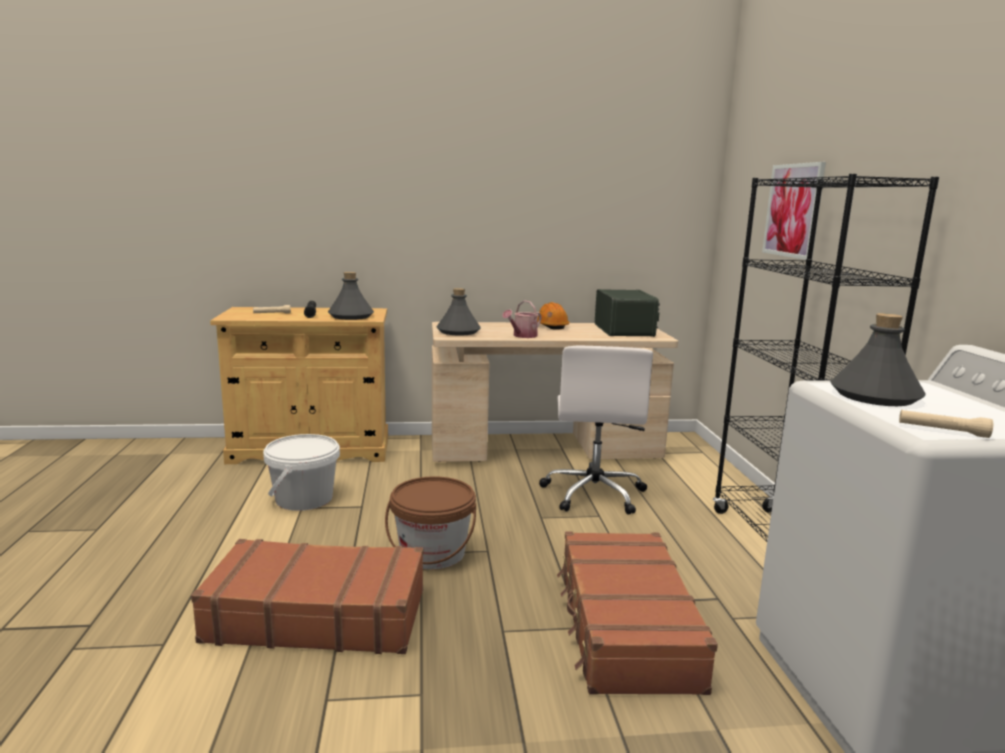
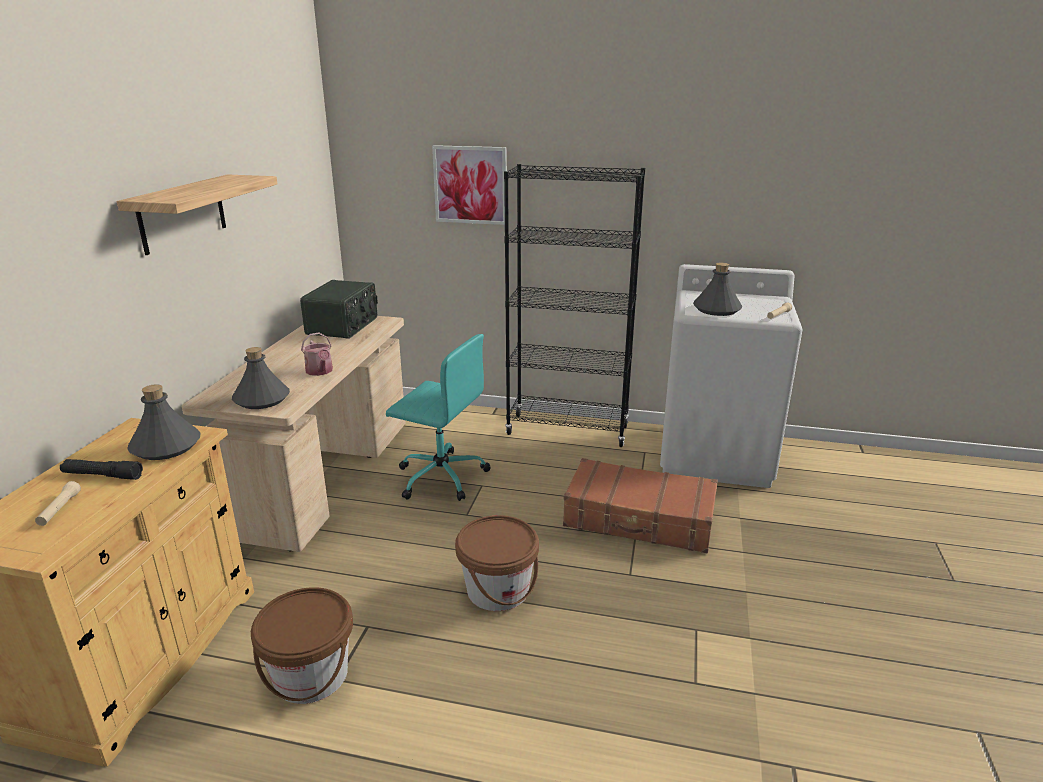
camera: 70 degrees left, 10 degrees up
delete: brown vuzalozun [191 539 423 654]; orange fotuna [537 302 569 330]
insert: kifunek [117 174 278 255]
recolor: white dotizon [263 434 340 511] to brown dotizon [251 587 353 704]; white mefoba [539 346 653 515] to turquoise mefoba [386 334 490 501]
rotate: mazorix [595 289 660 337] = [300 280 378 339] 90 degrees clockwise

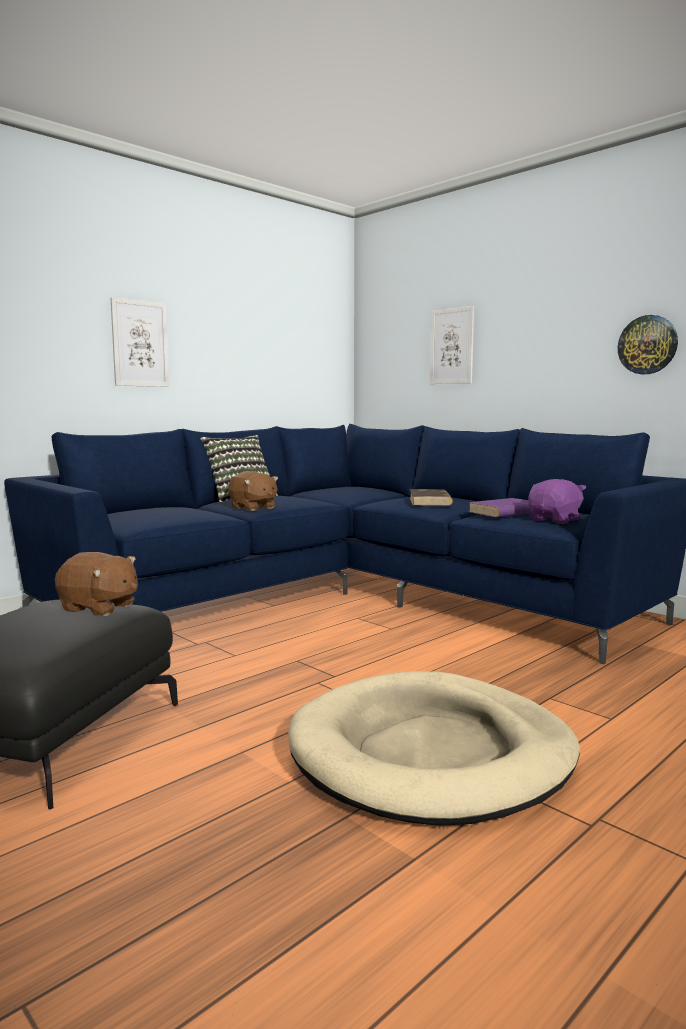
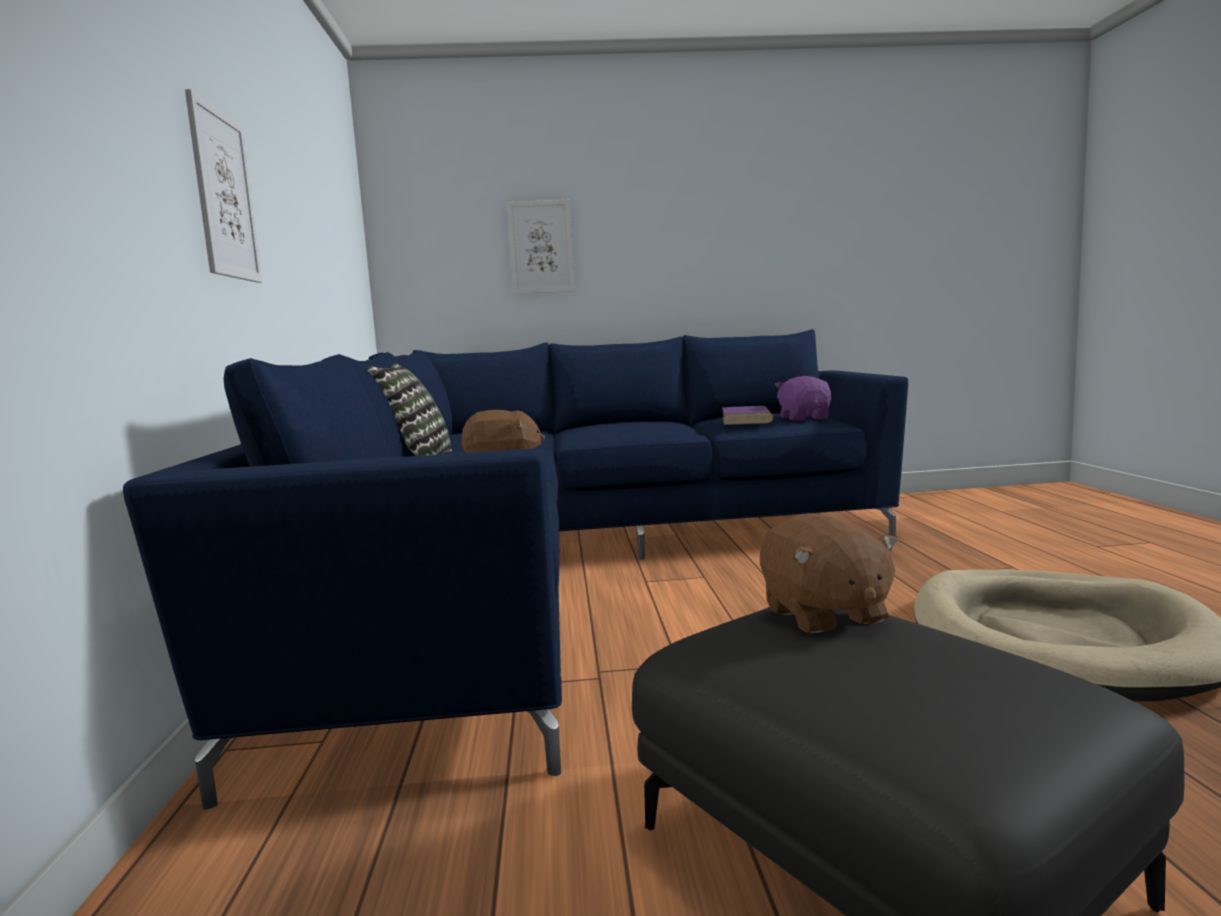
camera: 50 degrees left, 0 degrees up
delete: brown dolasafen [410 489 453 506]; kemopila [618 315 678 374]
rotate: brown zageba [55 552 138 616] = [760 514 899 633] 105 degrees clockwise

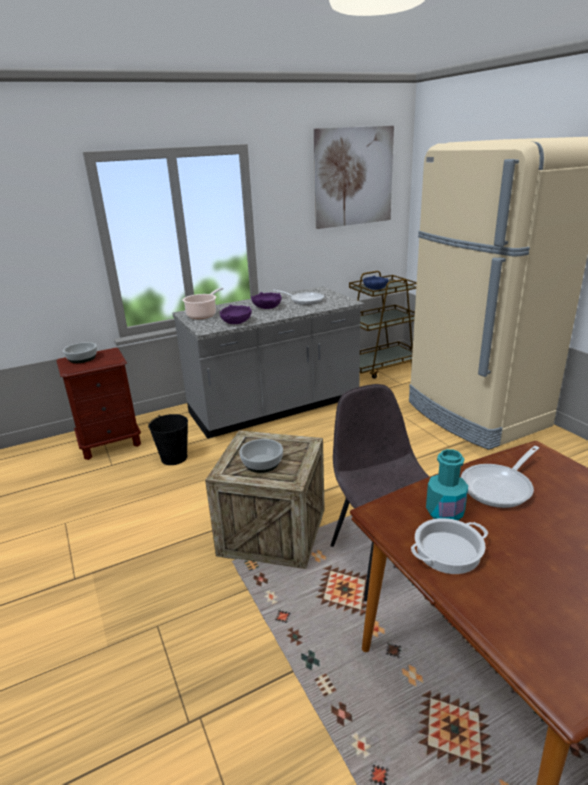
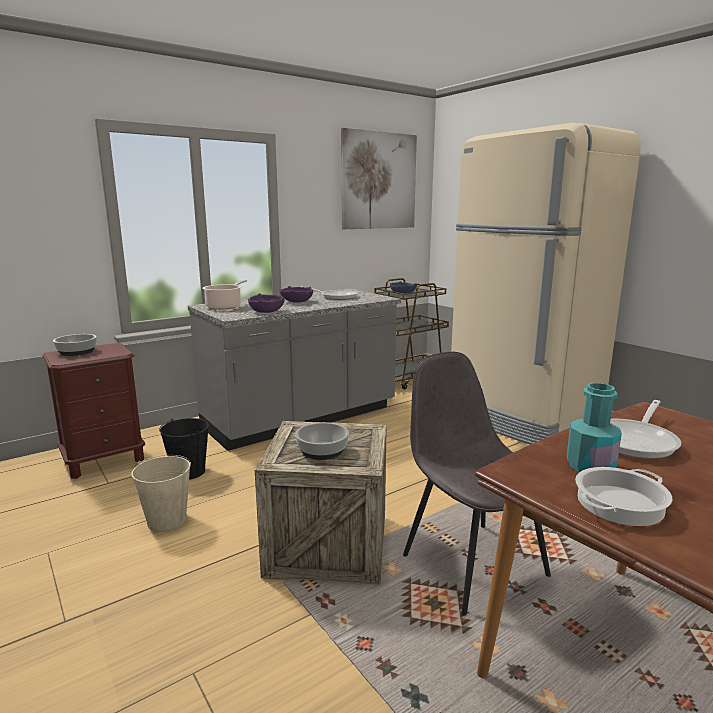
camera: 10 degrees left, 10 degrees down
insert: beige dotizon [131 455 191 532]

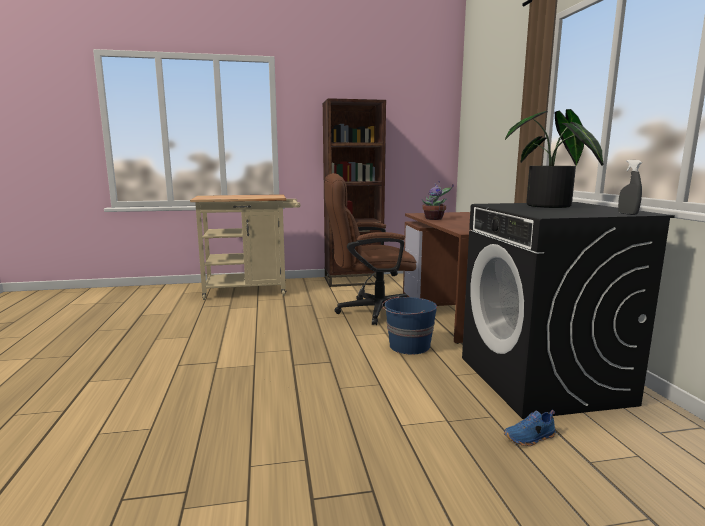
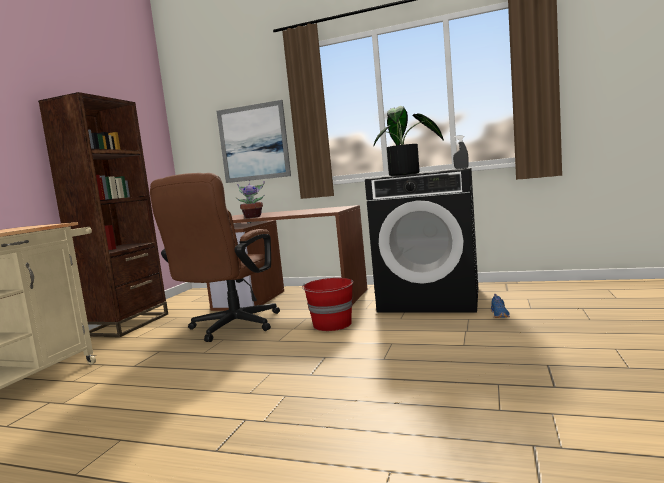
camera: 60 degrees left, 5 degrees down
insert: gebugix [217 100 291 183]
recolor: blue dotizon [382 296 437 354] to red dotizon [302 278 353 331]

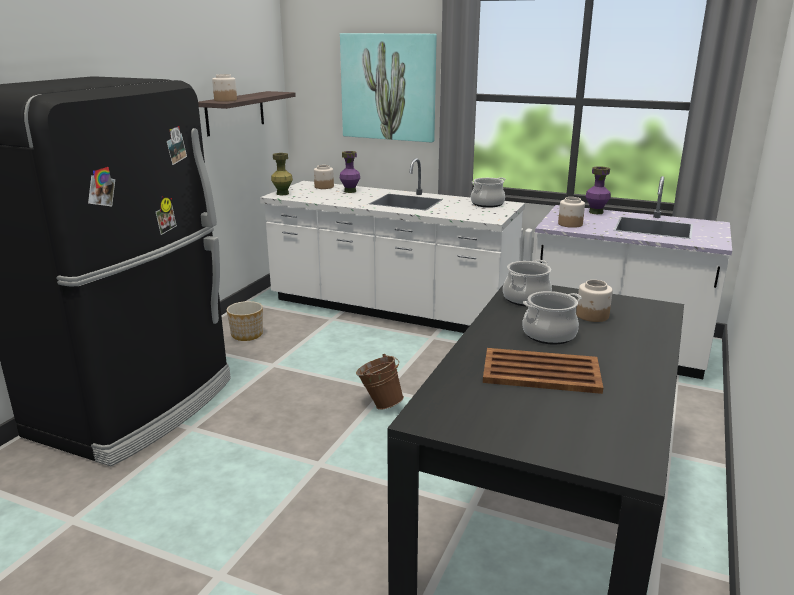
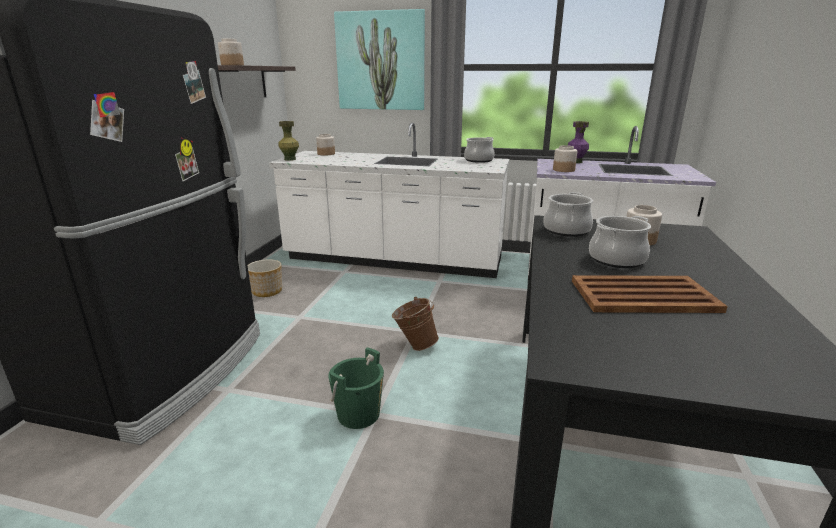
camera: 10 degrees left, 0 degrees up
delete: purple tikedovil [340 151 360 193]
insert: green dotizon [328 347 384 429]

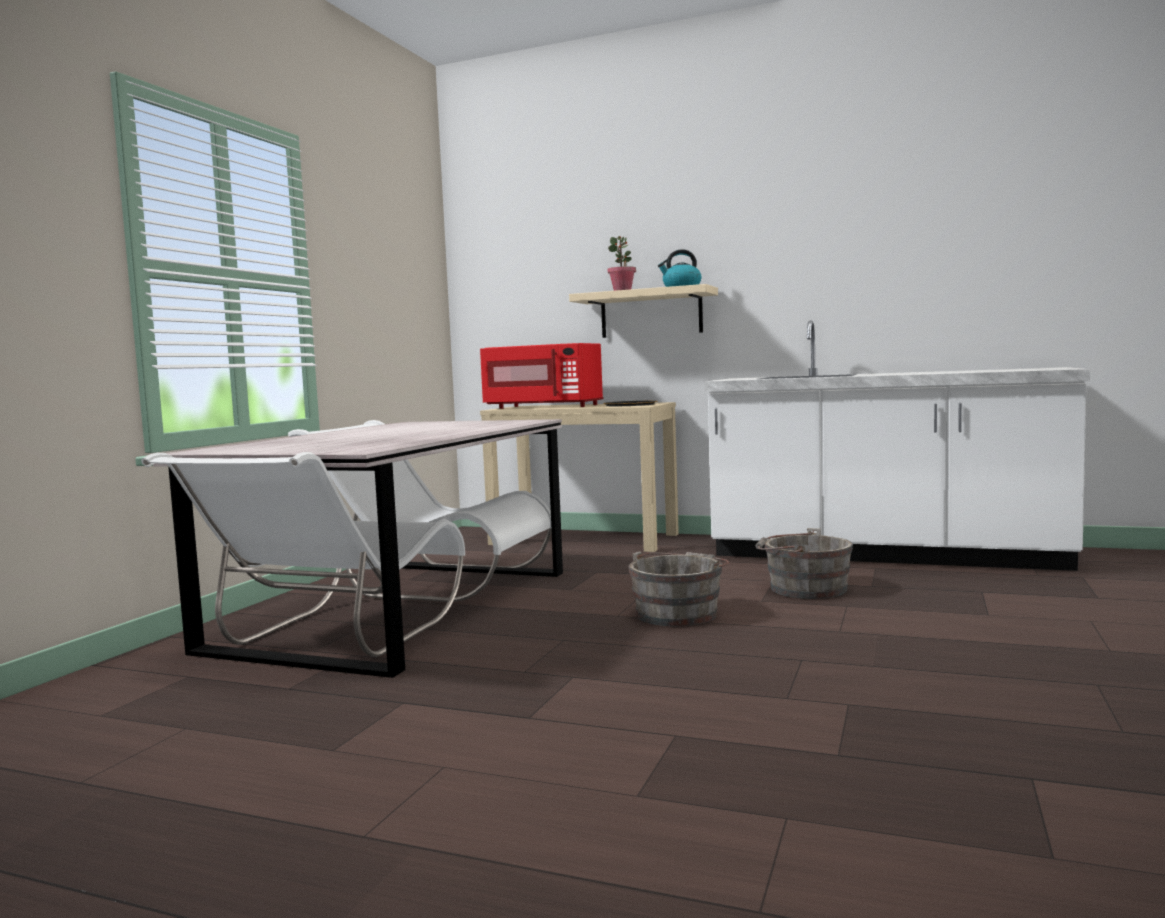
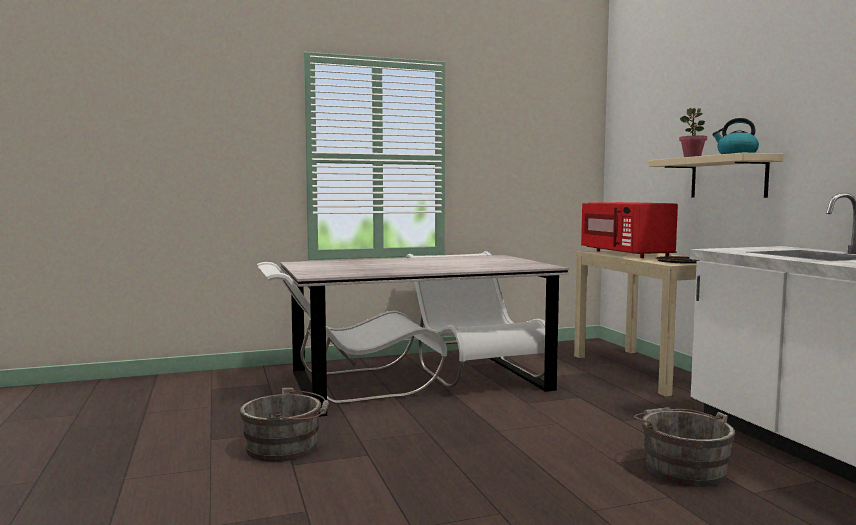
camera: 50 degrees right, 0 degrees up
move: grey dotizon [628 551 729 626] to [240 388 329 462]

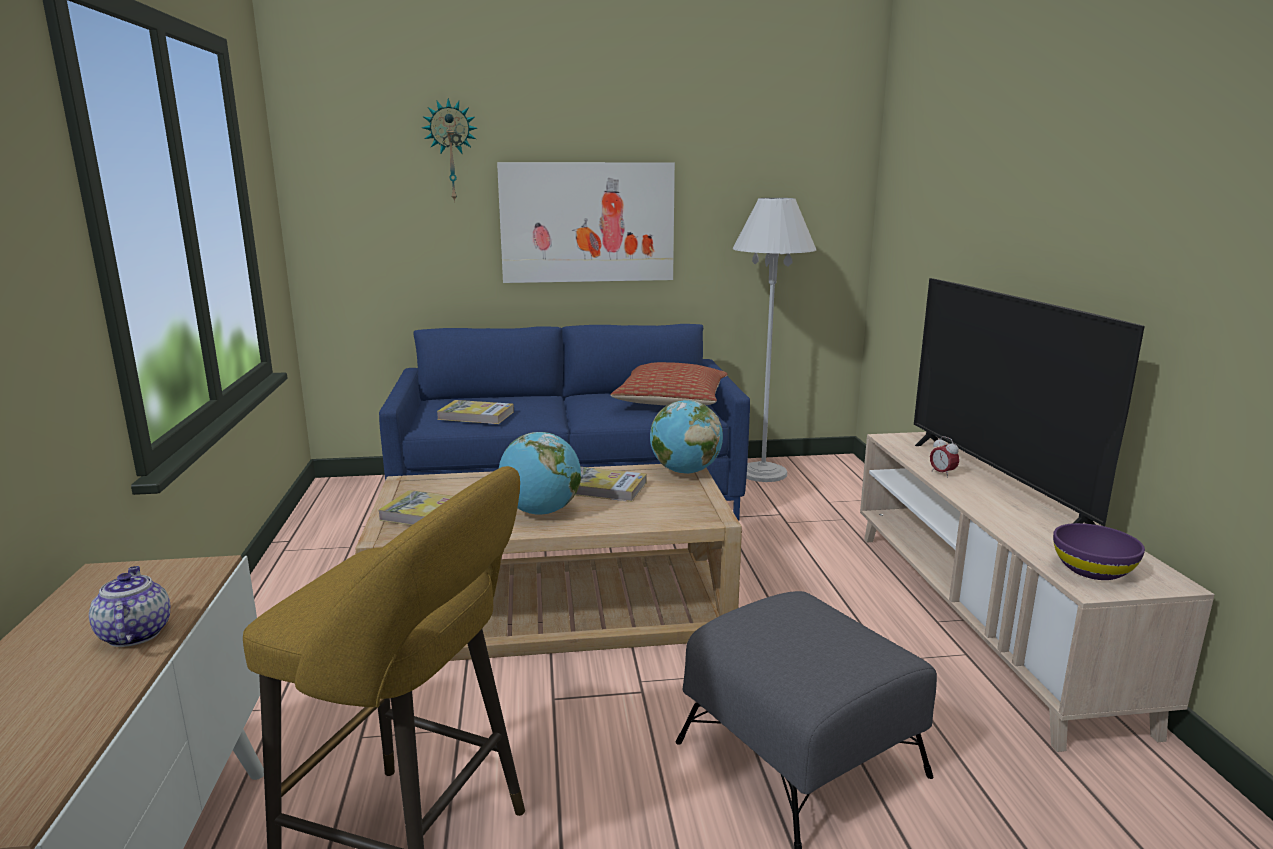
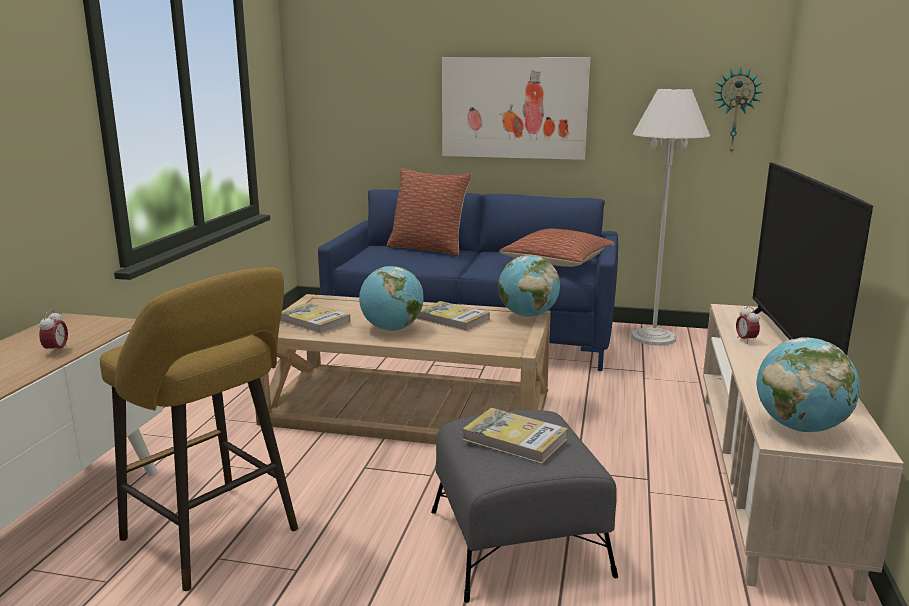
camera: 20 degrees right, 0 degrees up
insert: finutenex [387 168 472 256]
move: dolasafen [437 400 514 424] to [462 408 568 464]; kemopila [422 98 477 203] to [714 68 762 154]
replace: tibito [89 566 170 647] to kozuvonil [39 309 68 355]; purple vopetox [1053 523 1145 580] to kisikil [756 337 860 432]

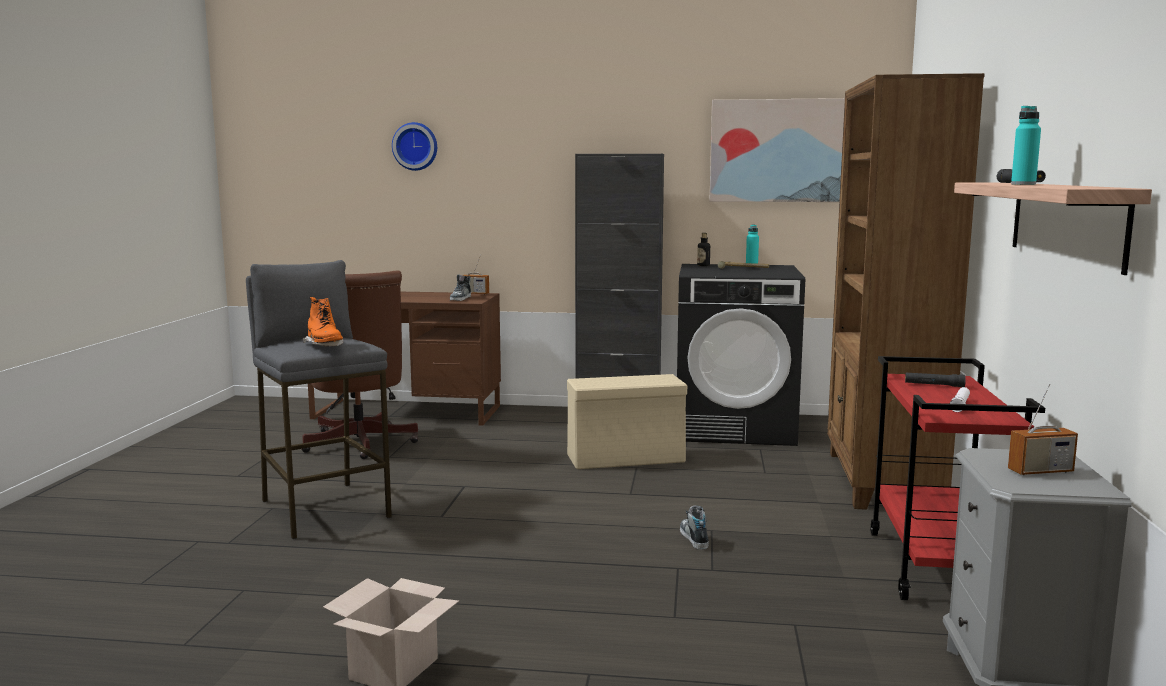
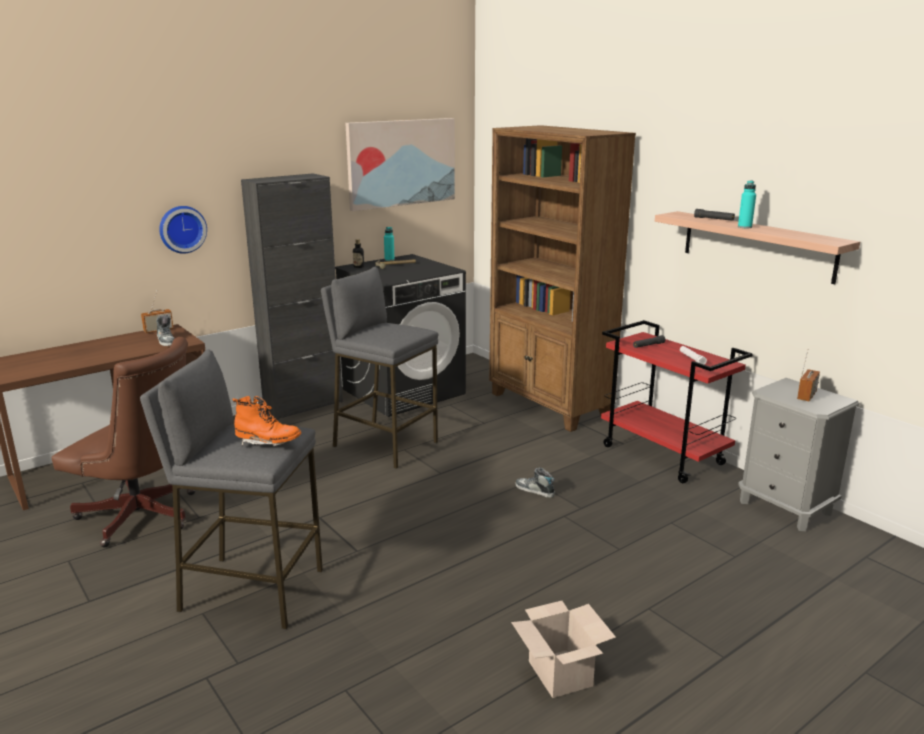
camera: 45 degrees left, 10 degrees up
move: kemopila [392 122 437 171] to [159 206 207 254]
replace: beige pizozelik [567 374 687 469] to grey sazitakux [321 267 439 469]

